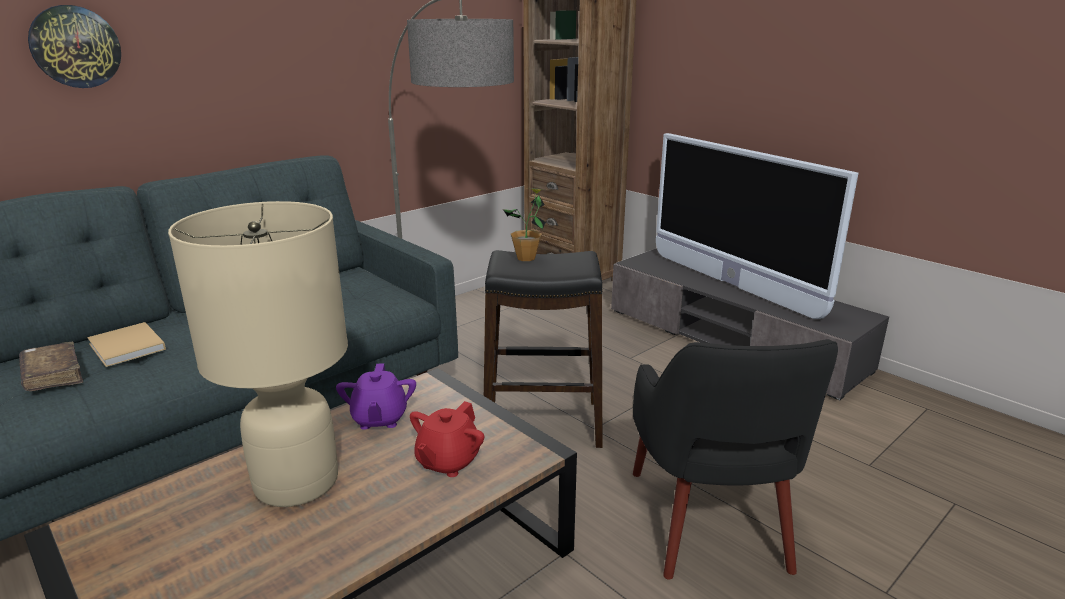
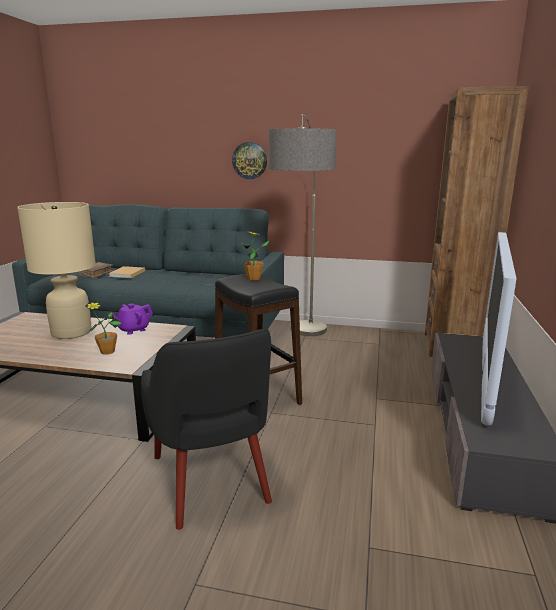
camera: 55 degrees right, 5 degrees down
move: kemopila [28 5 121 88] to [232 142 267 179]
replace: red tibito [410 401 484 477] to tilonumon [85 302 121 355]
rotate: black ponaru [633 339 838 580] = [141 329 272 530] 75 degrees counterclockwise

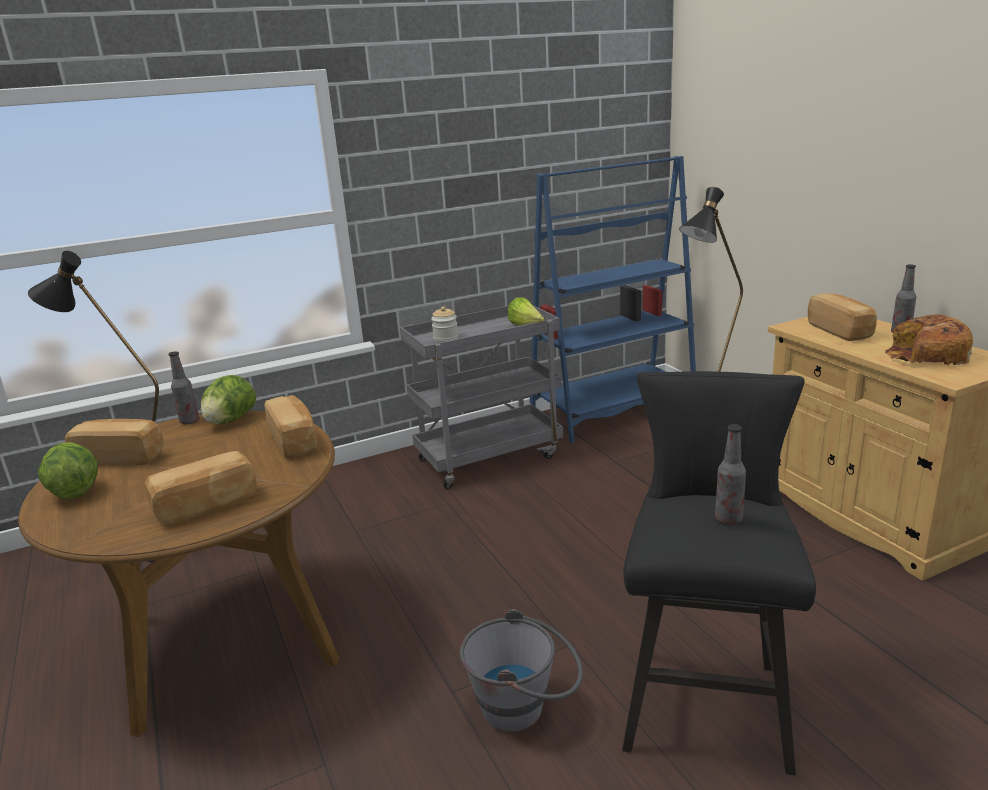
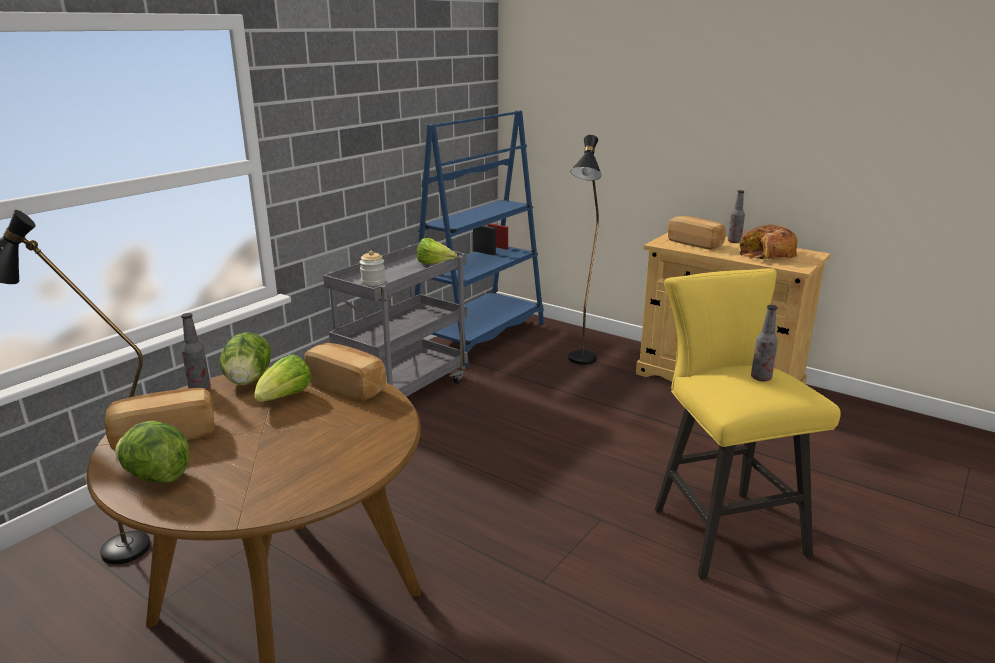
camera: 30 degrees left, 0 degrees up
delete: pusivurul [145 451 257 524]; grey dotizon [460 609 583 732]
insert: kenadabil [254 354 312 402]
recolor: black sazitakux [622 371 816 775] to yellow sazitakux [655 268 841 580]

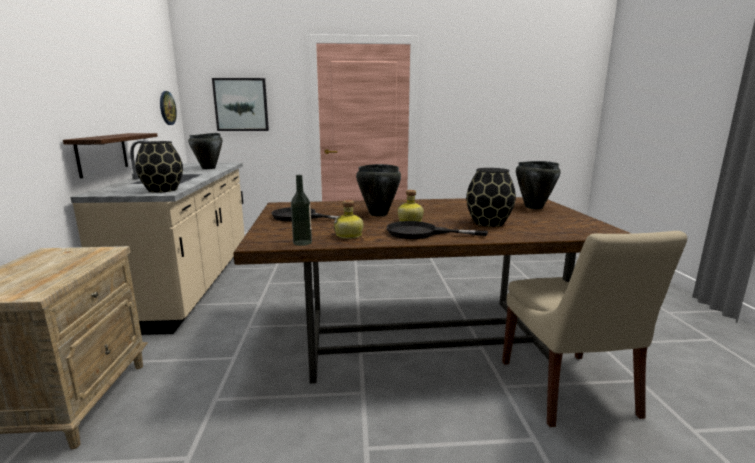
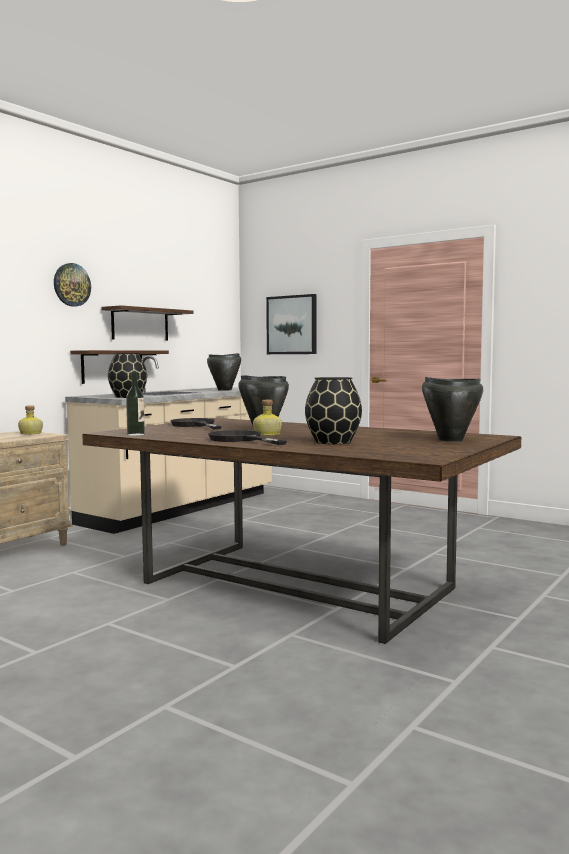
camera: 40 degrees right, 10 degrees down
delete: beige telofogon [502 231 687 427]
insert: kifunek [101 305 194 341]
move: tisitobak [334 200 363 239] to [18 405 43 434]; kemopila [160 91 177 125] to [54 263 91 307]

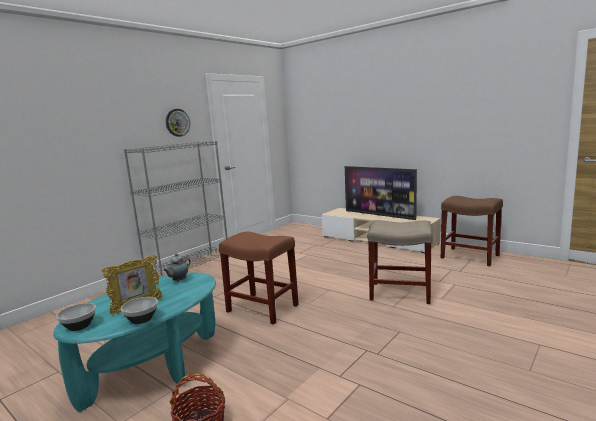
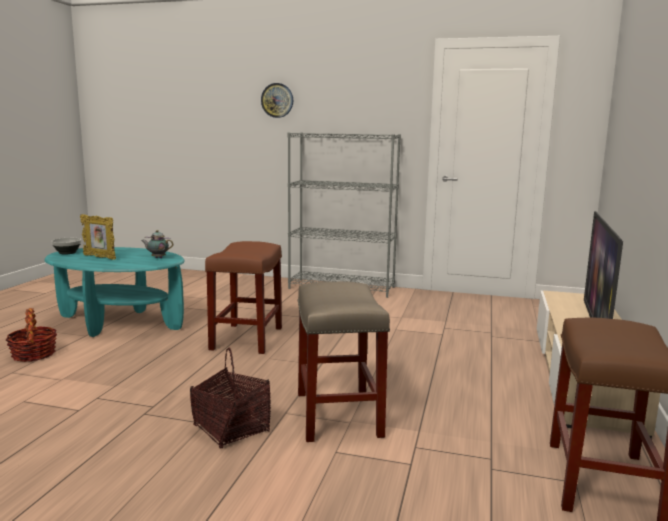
camera: 65 degrees right, 0 degrees up
delete: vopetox [121 297 158 324]
insert: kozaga [190 348 271 448]
move: kemopila [166 109 190 137] to [261 83 293 118]

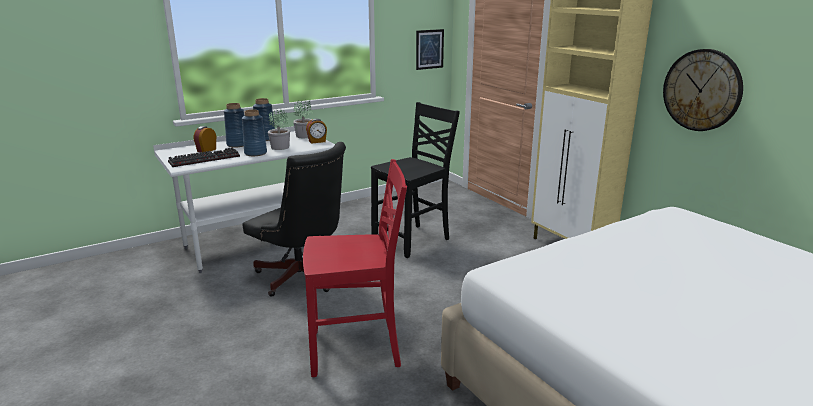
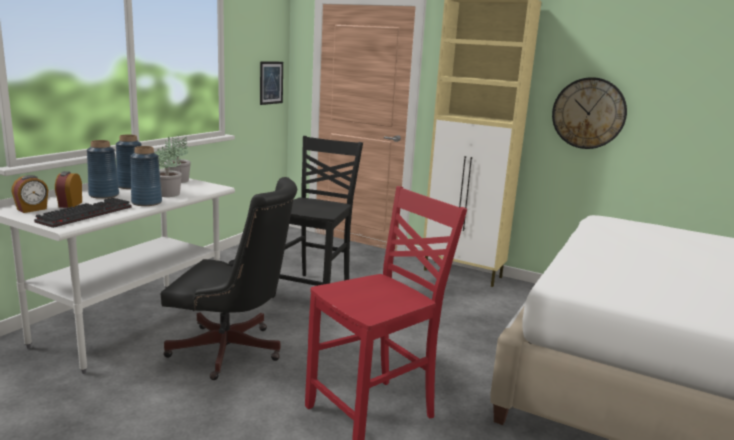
camera: 30 degrees left, 5 degrees down
move: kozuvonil [306 119 327 144] to [11 175 48 213]

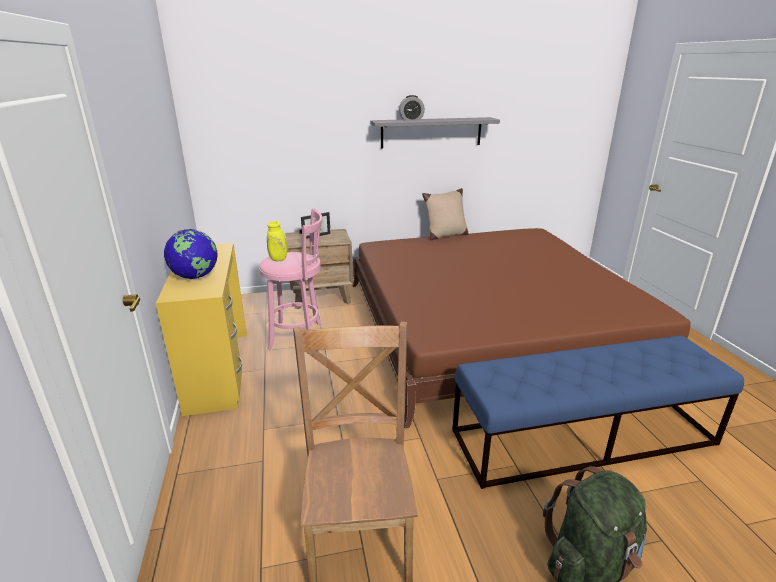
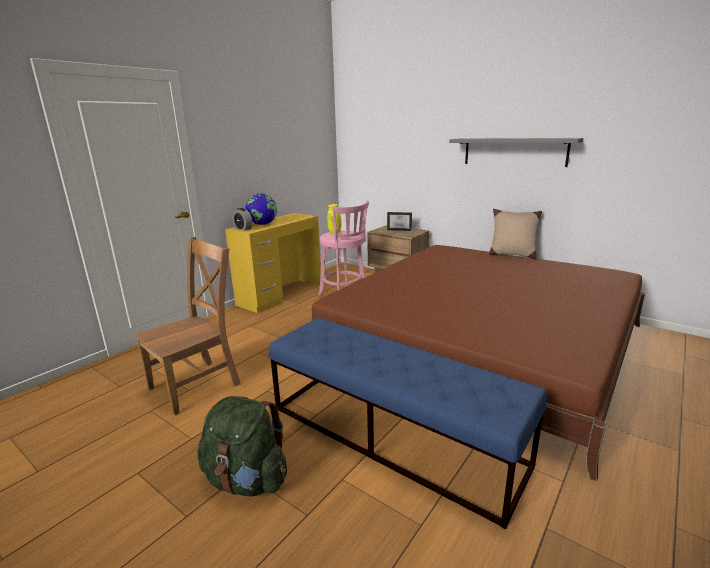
camera: 50 degrees right, 5 degrees down
move: kozuvonil [399 95 425 120] to [232 208 253 231]

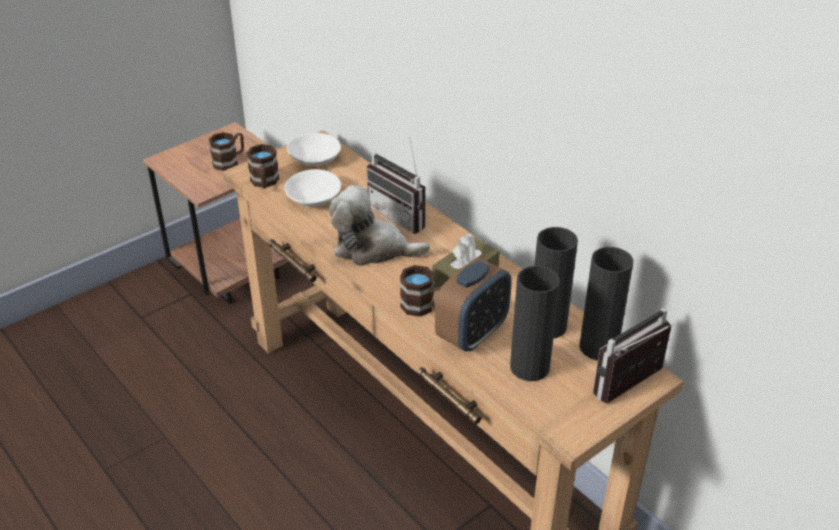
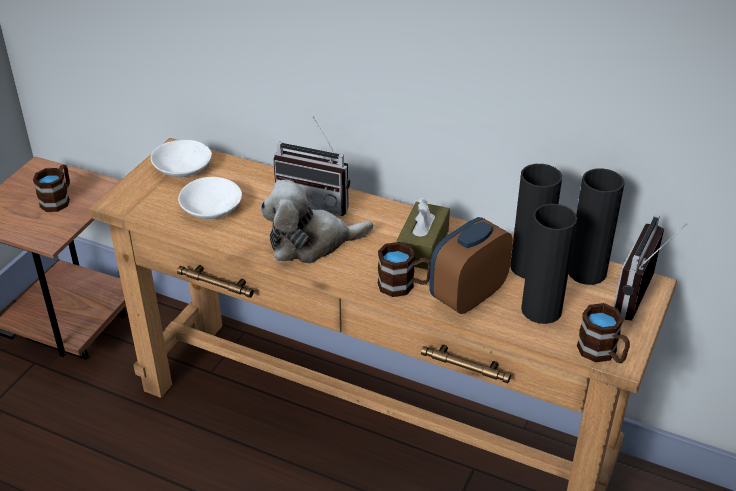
camera: 25 degrees left, 0 degrees up
move: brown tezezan [247 144 280 189] to [577 303 630 364]
rotate: kozuvonil [435 258 512 352] = [429 217 513 314] 150 degrees counterclockwise

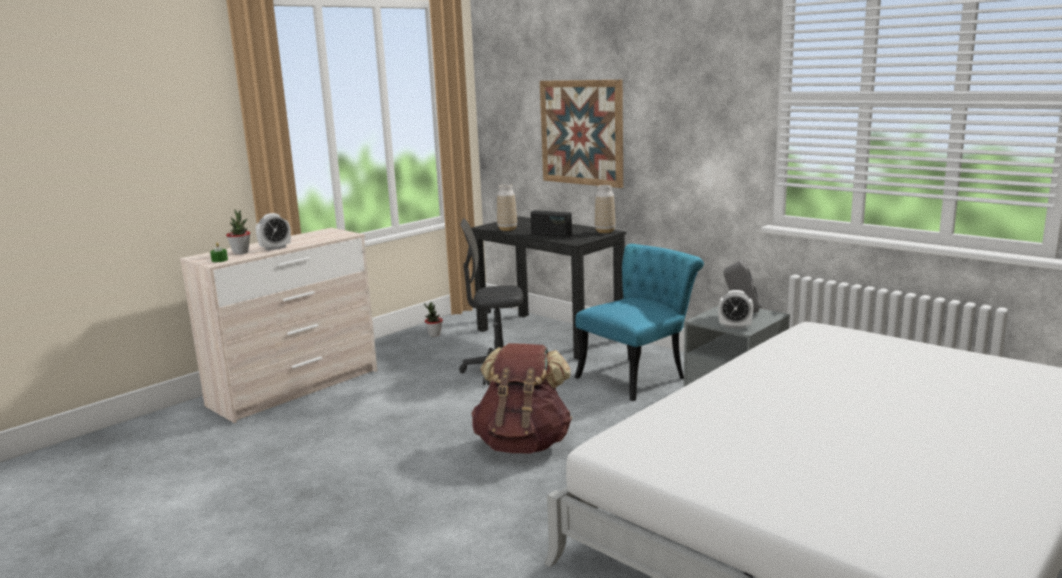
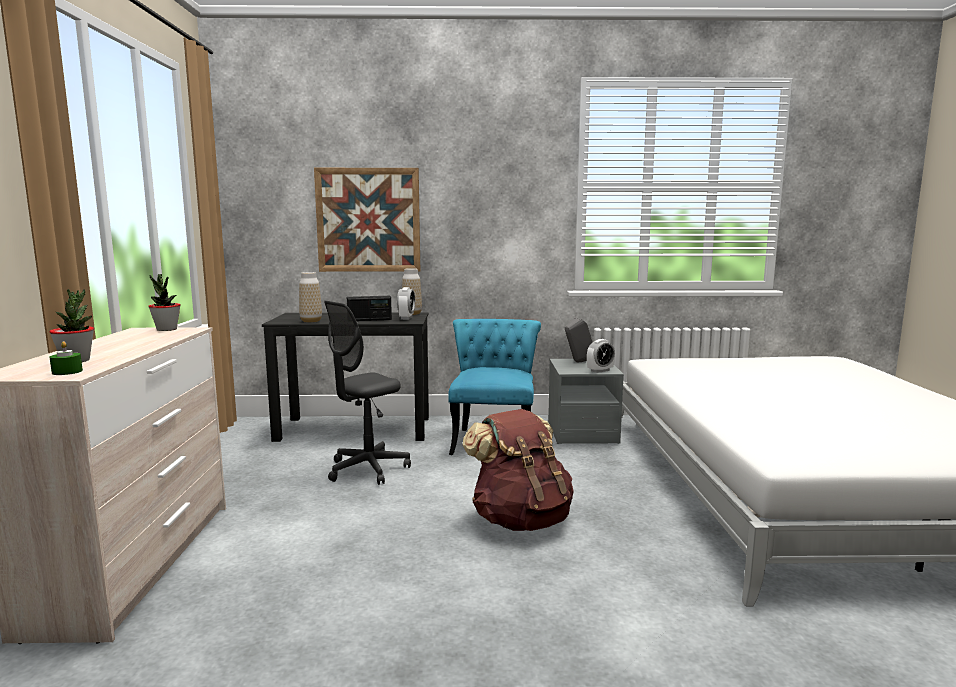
camera: 45 degrees left, 5 degrees down
move: tilonumon [424 302 443 337] to [148 274 181 331]; kozuvonil [256 213 291 251] to [397 287 415 320]

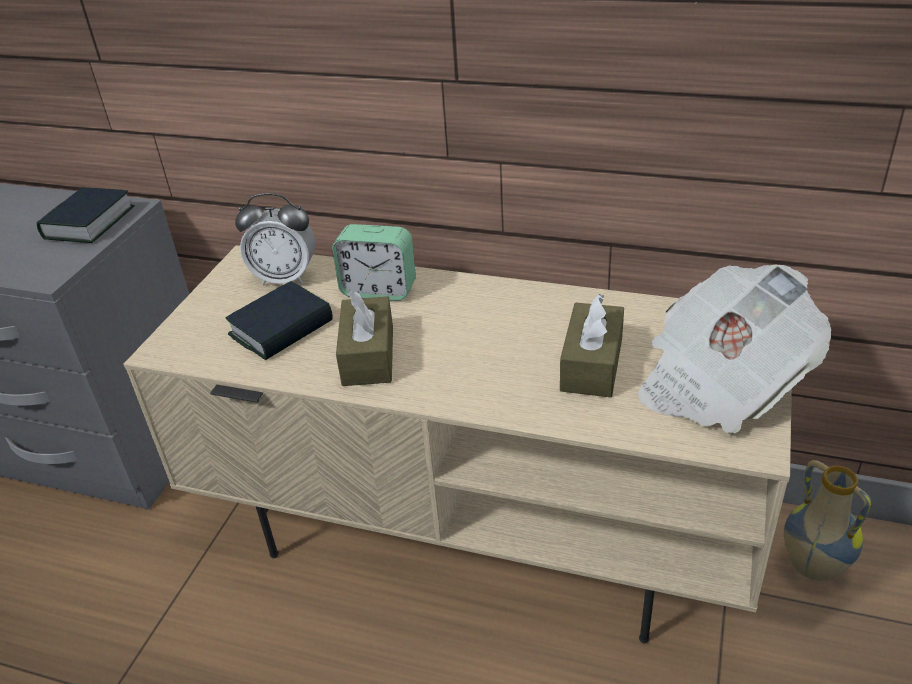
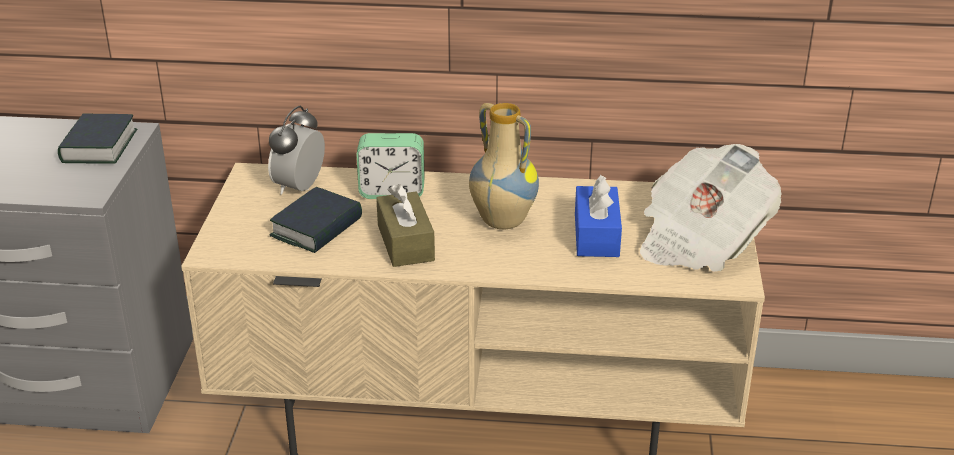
camera: 15 degrees left, 5 degrees down
move: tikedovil [784 460 872 581] to [469 103 539 229]
recolor: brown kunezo [560 294 624 397] to blue kunezo [575 175 622 257]
rotate: kozuvonil [235 193 315 285] = [268 106 325 195] 120 degrees clockwise

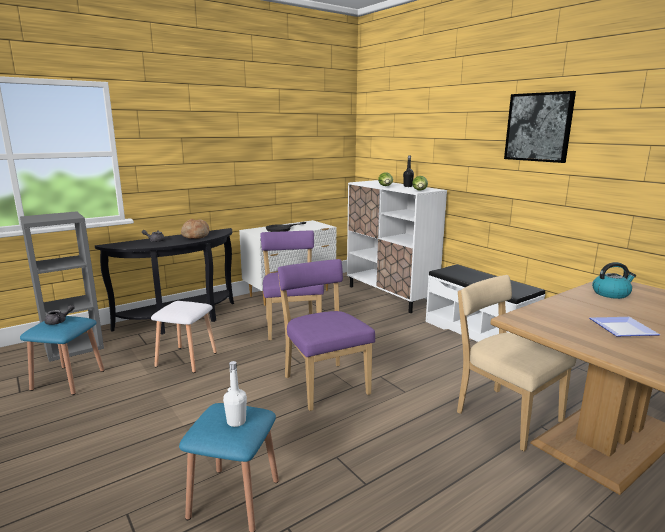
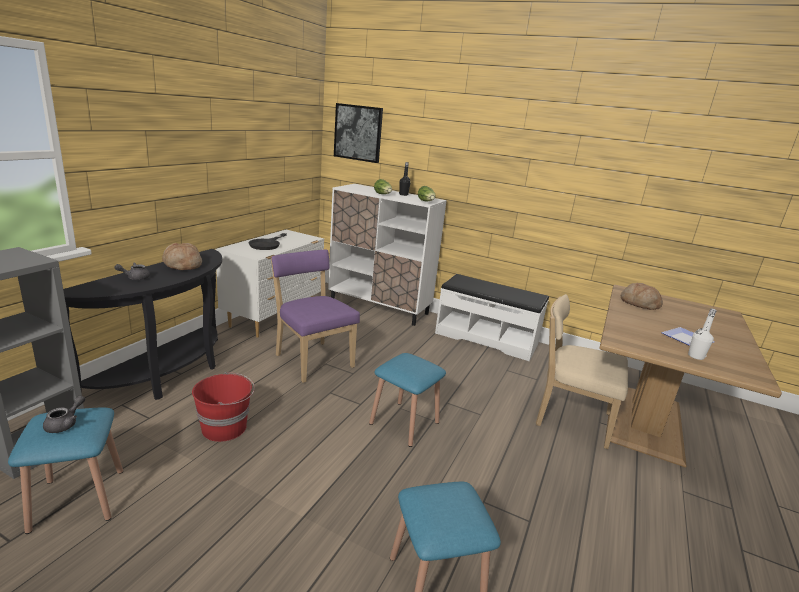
camera: 30 degrees left, 5 degrees up
move: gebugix [504 91 576 163] to [334 103 383 163]; white tisitobak [223 361 247 427] to [688 308 717 360]
replace: white sazitakux [151 301 217 373] to red dotizon [192 372 255 442]; purple telofogon [278 259 375 411] to blue sazitakux [369 353 446 447]; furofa [592 262 636 299] to pusivurul [620 283 663 310]

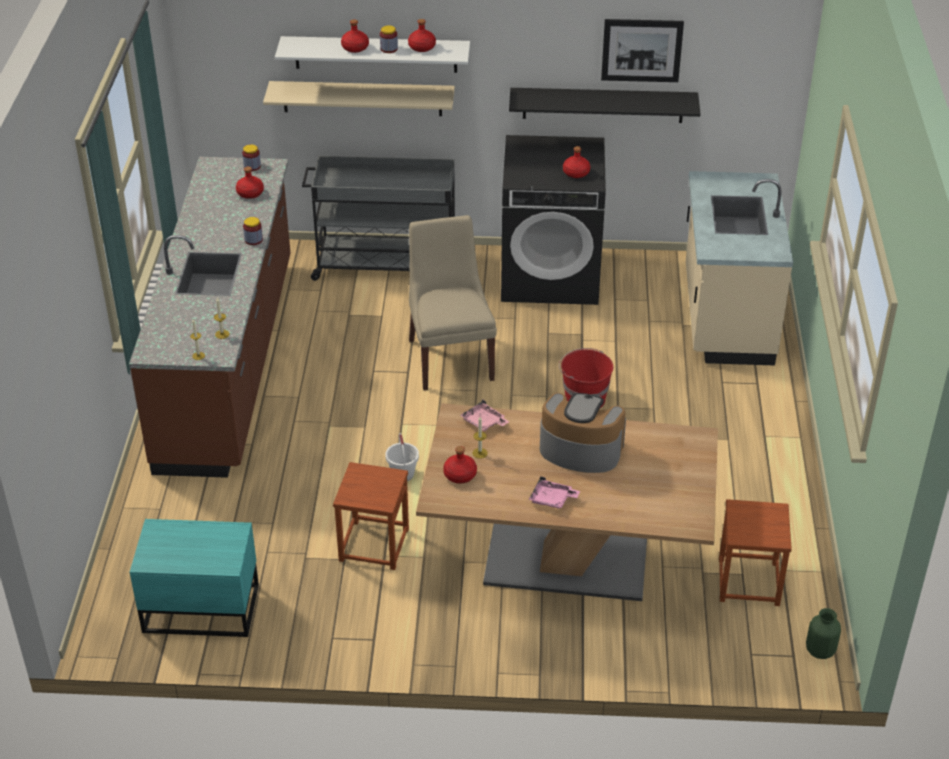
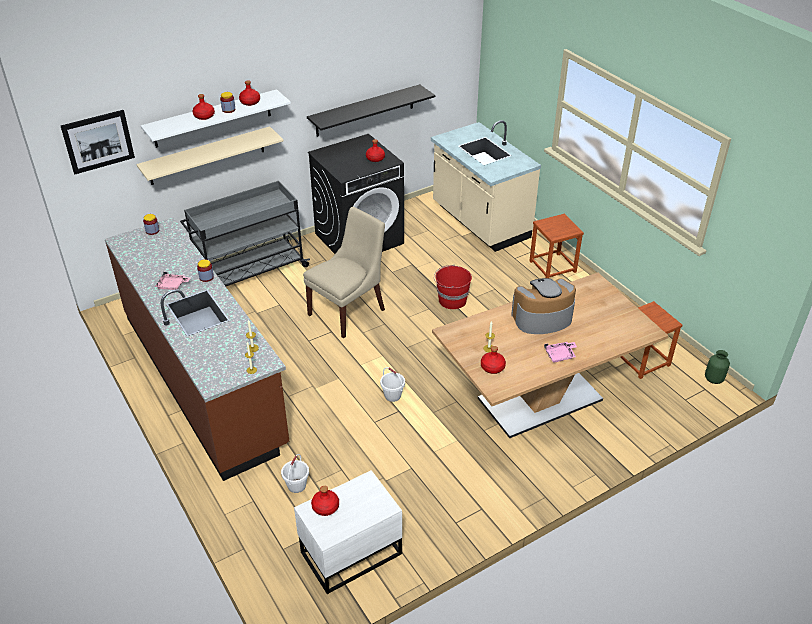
camera: 35 degrees left, 0 degrees up
insert: white dotizon [281 454 309 493]
move: gebugix [601 19 684 82] to [61 110 135 174]; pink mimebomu [460 399 509 431] to [155 272 190 290]; red tisitobak [236 167 264 199] to [311 486 339 516]; brown sazitakux [333 462 409 570] to [530 214 584 278]
recolor: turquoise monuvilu [130 519 259 637] to white monuvilu [294 470 402 594]
rotate: beige telofogon [409 215 497 390] = [303 207 385 338] 90 degrees clockwise

